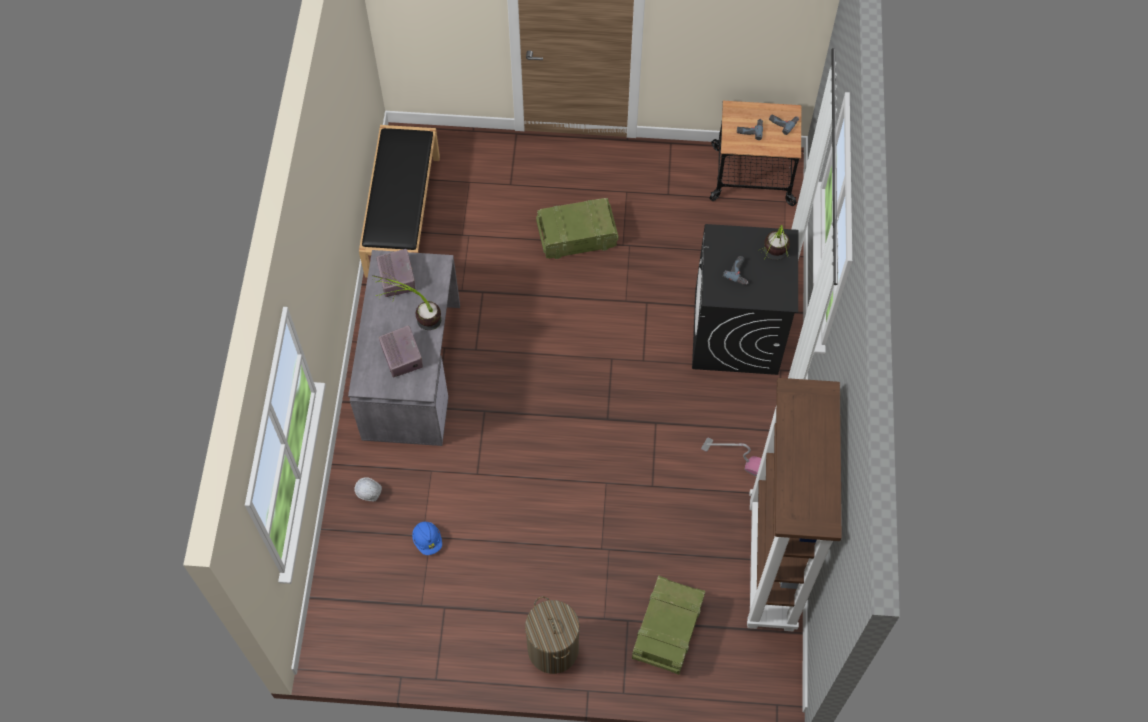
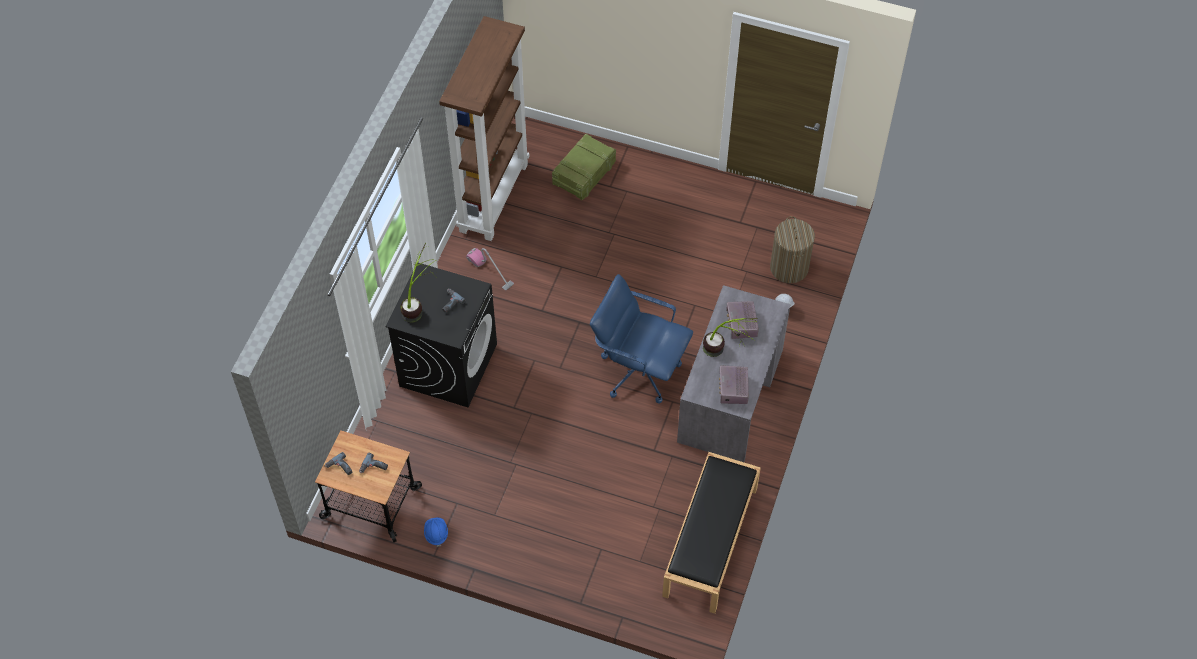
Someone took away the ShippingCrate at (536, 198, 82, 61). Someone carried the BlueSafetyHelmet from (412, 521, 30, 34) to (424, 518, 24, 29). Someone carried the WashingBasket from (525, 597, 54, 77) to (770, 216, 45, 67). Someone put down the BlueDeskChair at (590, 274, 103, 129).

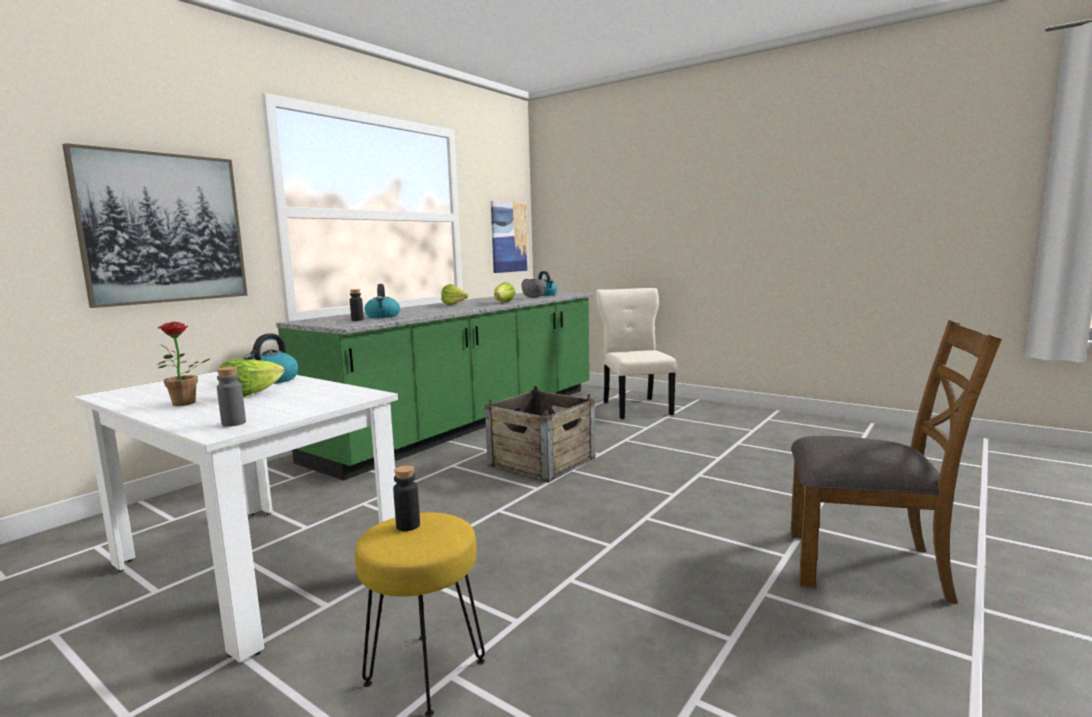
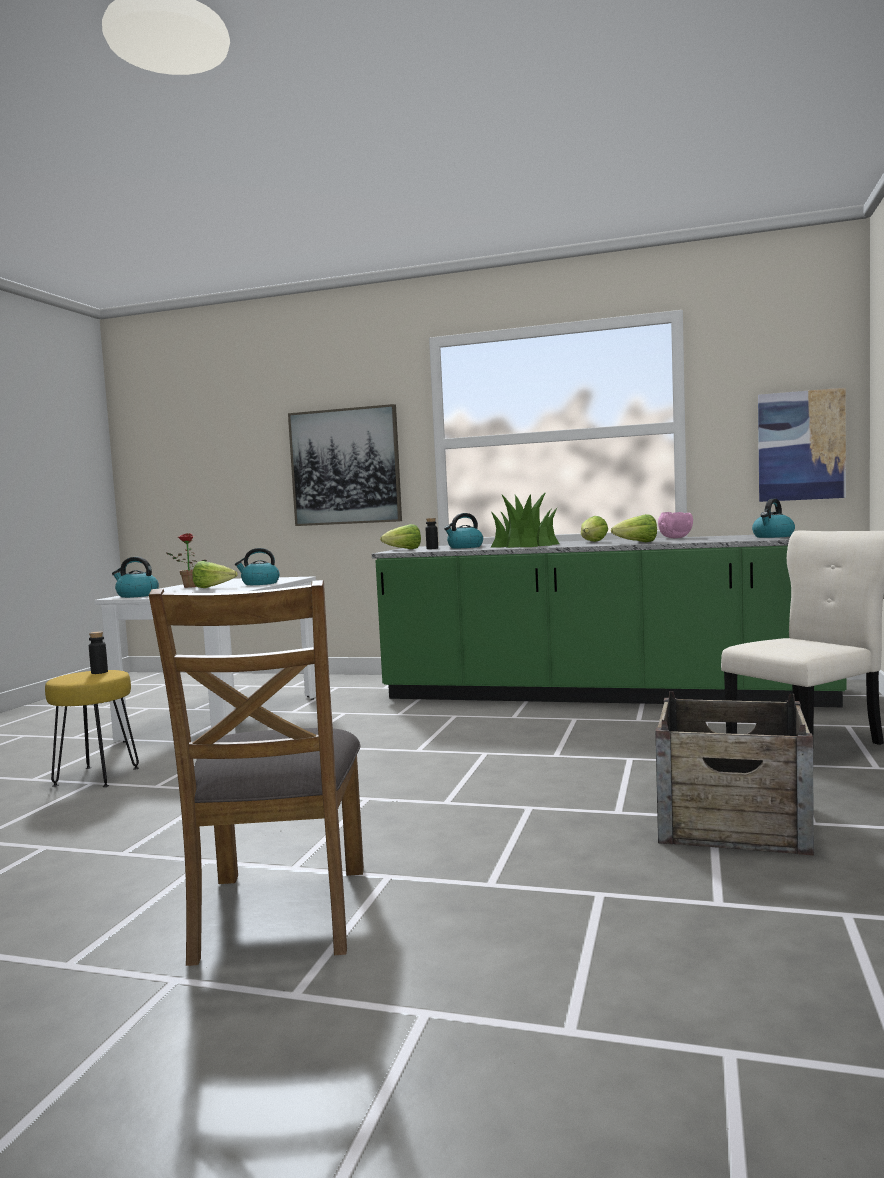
Someone took away the GrayDeepDish at (521, 279, 25, 19). Someone swapped the GrayBeverageBottle at (217, 367, 29, 60) for the TeaKettle at (112, 557, 47, 41). Someone carried the ShippingCrate from (485, 386, 110, 97) to (655, 691, 159, 164). Someone put down the PlantInAPot at (491, 492, 68, 56). Someone put down the PinkishDeepDish at (658, 512, 35, 26). Someone put down the HeadOfLettuce at (380, 524, 41, 25).

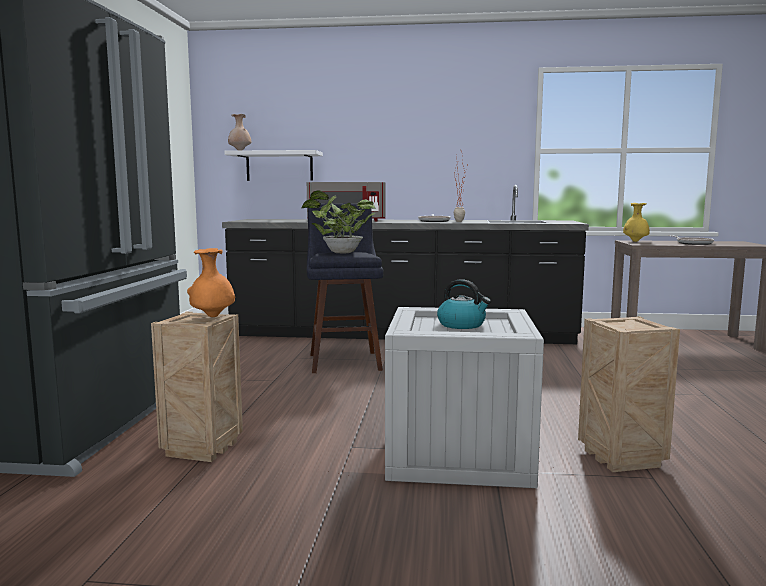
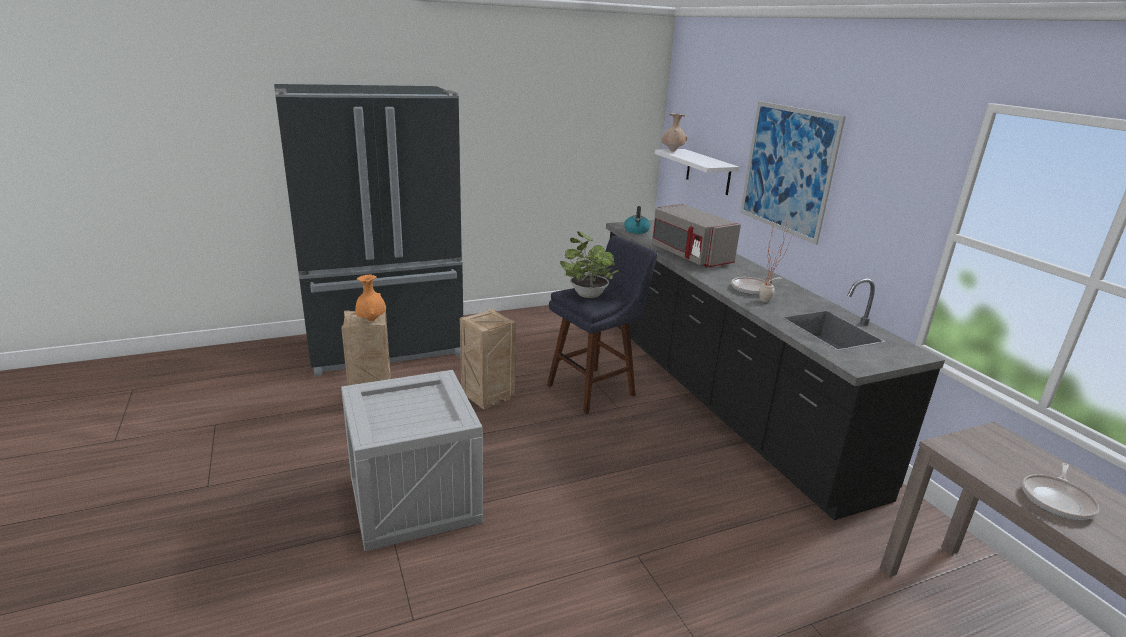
Someone took away the YellowVase at (623, 203, 27, 39). Someone carried the TeaKettle from (437, 279, 54, 50) to (624, 206, 27, 28). Someone carried the ShippingCrate from (578, 316, 102, 156) to (460, 309, 56, 101). Someone put up the Picture at (740, 101, 106, 144).

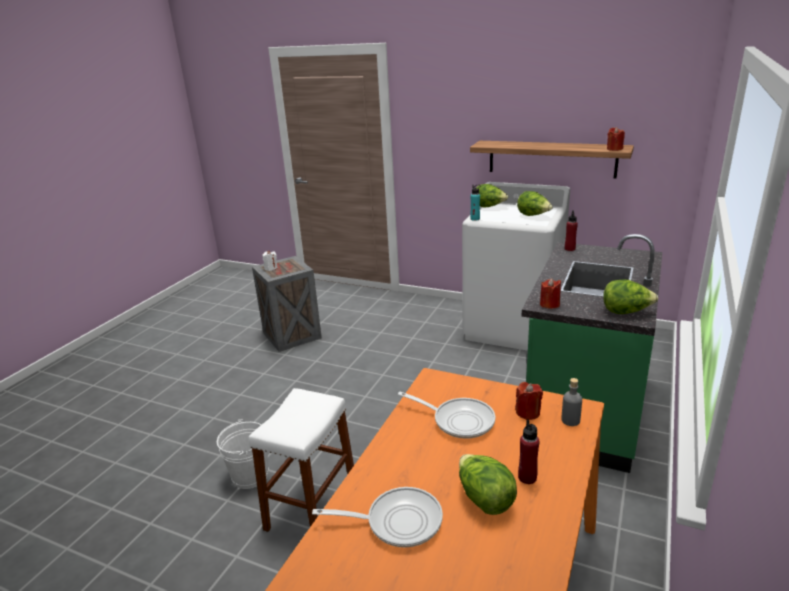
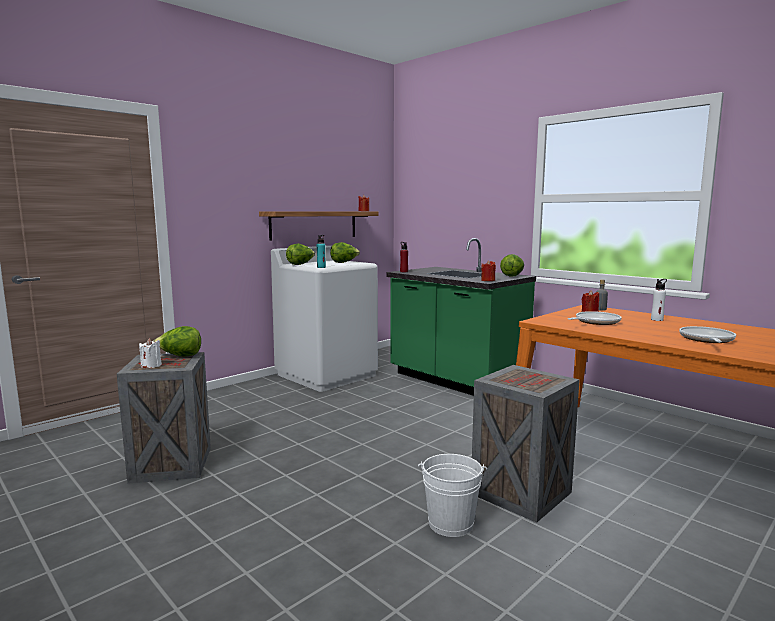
Someone swapped the WhiteStool at (249, 388, 105, 144) for the ShippingCrate at (472, 365, 108, 158). Someone repainted the ReddishBeverageBottle at (518, 420, 21, 64), which became the WhiteBeverageBottle at (651, 279, 16, 42). Someone carried the HeadOfLettuce from (459, 454, 58, 61) to (153, 326, 48, 31).

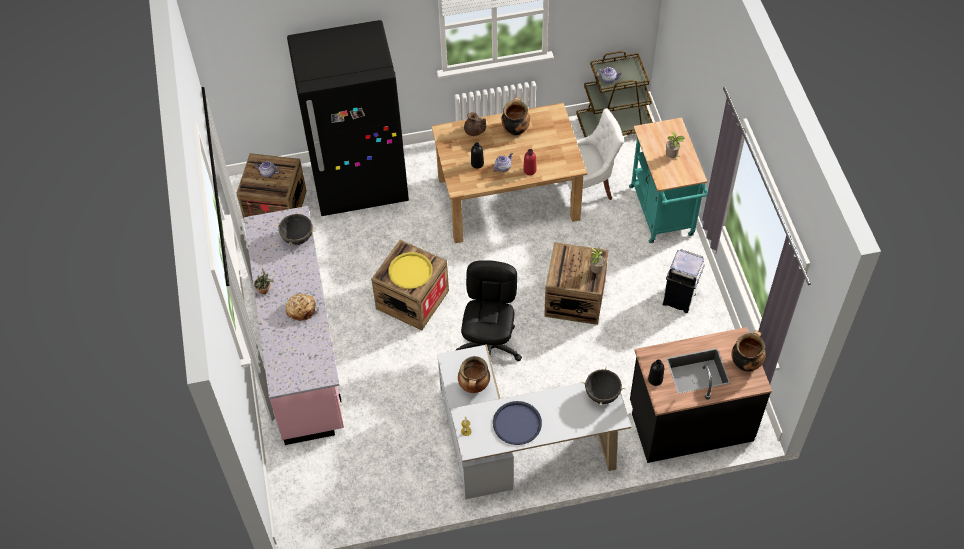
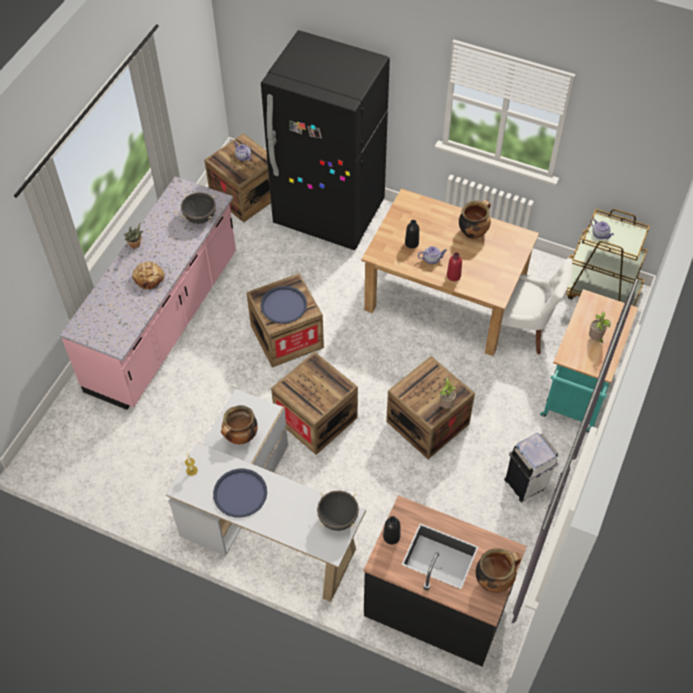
Someone took away the BrownishPotForTea at (464, 112, 22, 24). Someone repainted the YellowTray at (388, 252, 45, 37), which became the BlueTray at (261, 286, 46, 38). Someone swapped the BlackDeskChair at (456, 260, 66, 101) for the ShippingCrate at (271, 351, 87, 104).

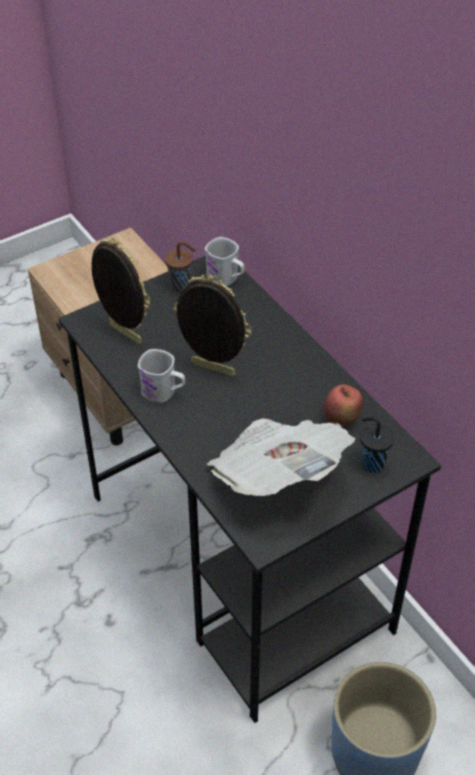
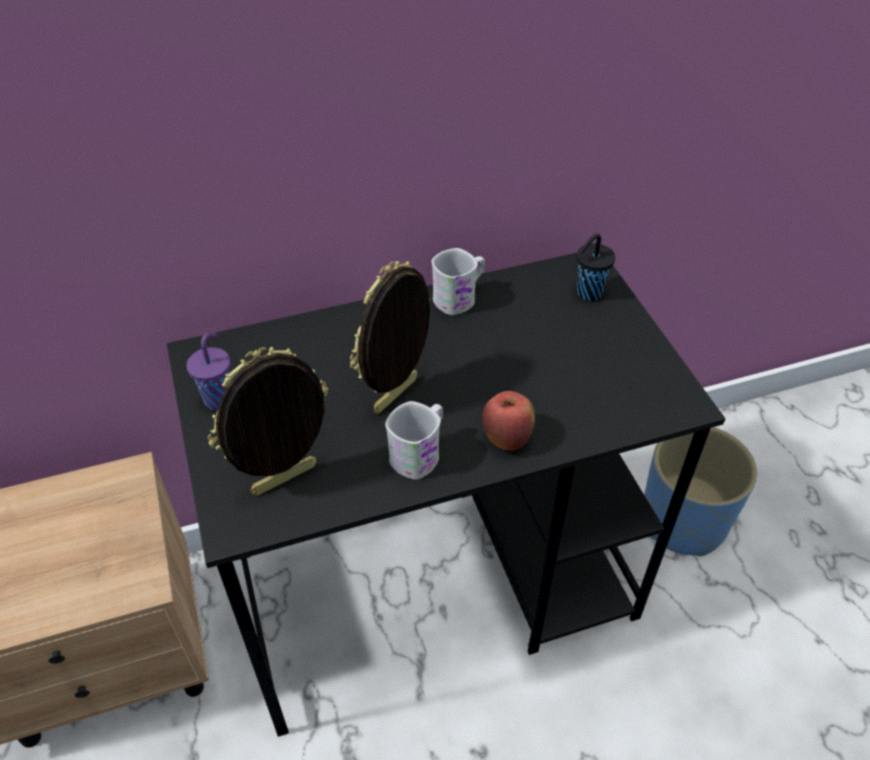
Someone carried the WhiteMug from (205, 237, 39, 49) to (431, 248, 54, 67). Someone repainted the BrownishDrinkingCup at (165, 241, 31, 51), which became the PurplishDrinkingCup at (186, 333, 45, 77). Someone carried the AppleFruit from (324, 384, 40, 42) to (482, 391, 53, 60). Someone took away the Newspaper at (207, 418, 148, 78).

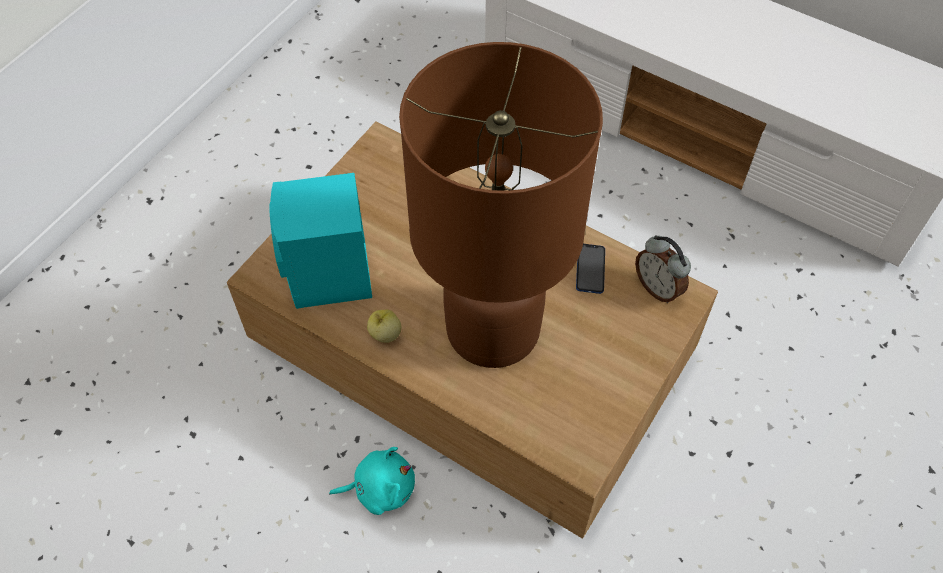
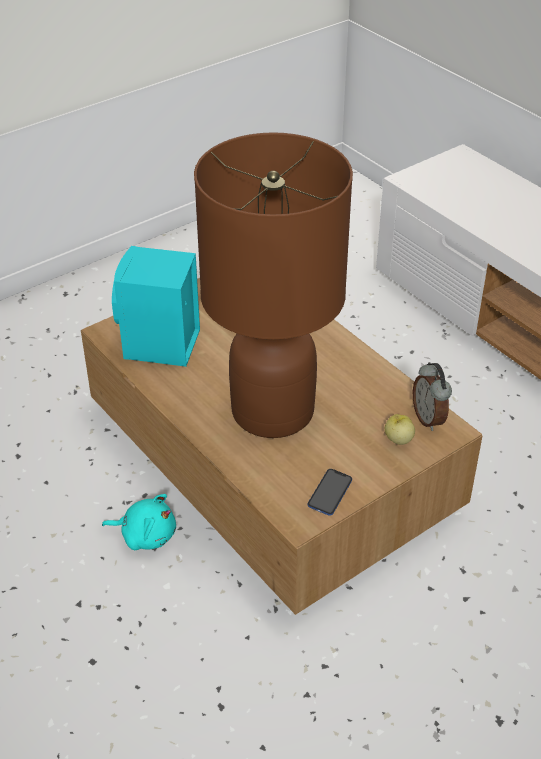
Someone carried the Phone from (576, 244, 29, 50) to (308, 469, 44, 47). Someone carried the AppleFruit from (367, 309, 34, 34) to (385, 414, 30, 31).

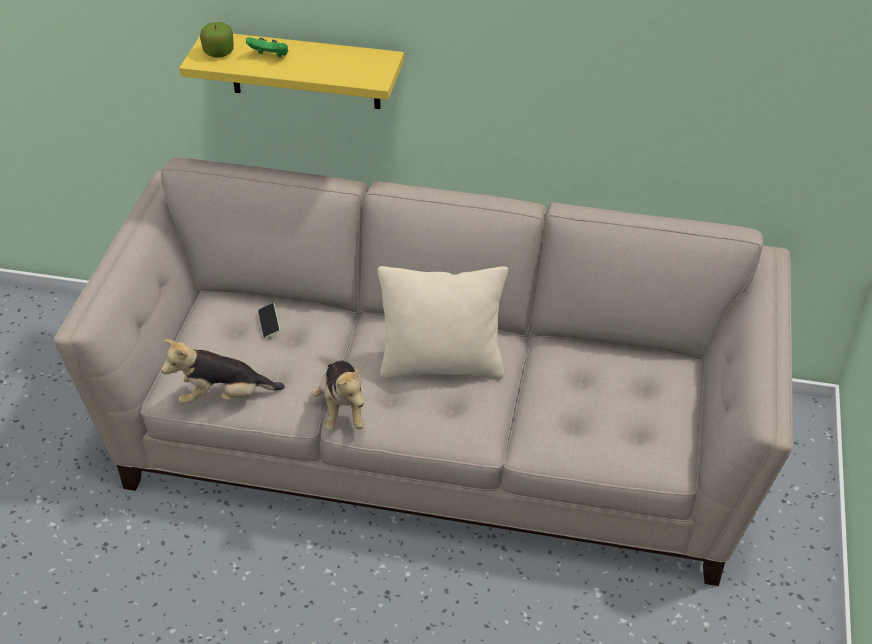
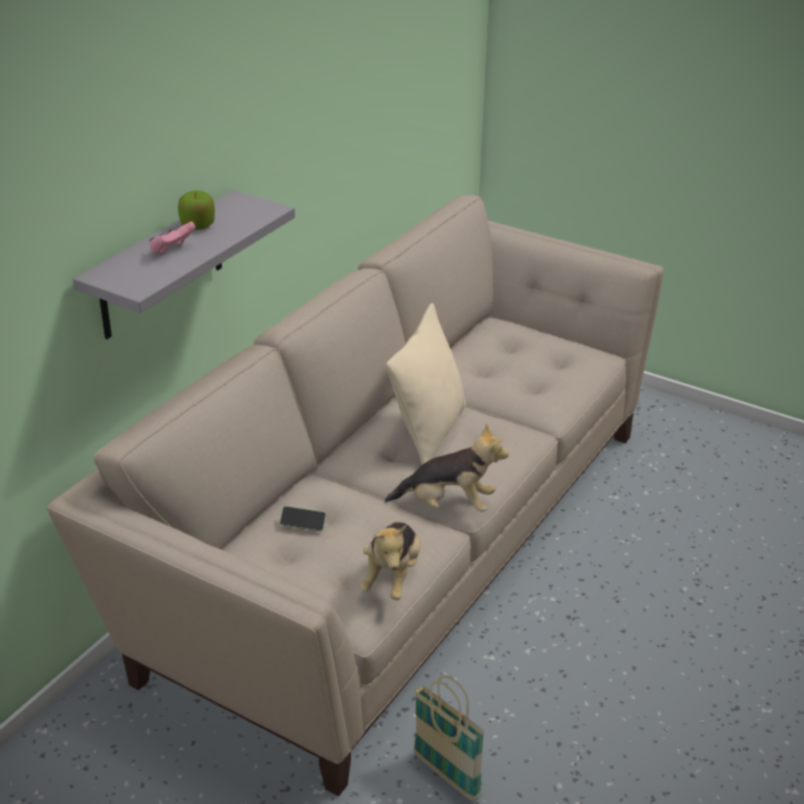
Someone carried the AppleFruit from (200, 22, 34, 36) to (178, 190, 37, 40). Someone repainted the YellowBracketShelf at (179, 34, 225, 75), which became the GrayBracketShelf at (73, 190, 222, 149). Someone repainted the GreenColouredGameController at (246, 37, 42, 20), which became the PinkishGameController at (149, 222, 47, 32). Someone put down the HouseholdBasket at (413, 675, 72, 126).

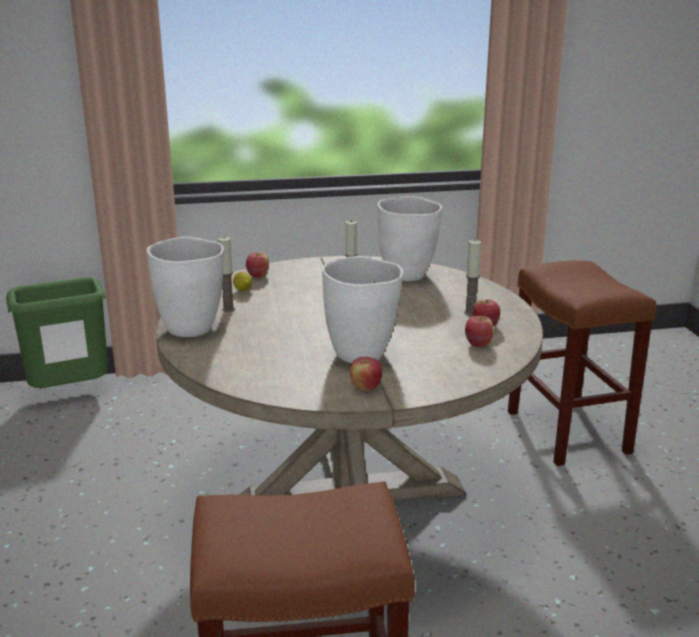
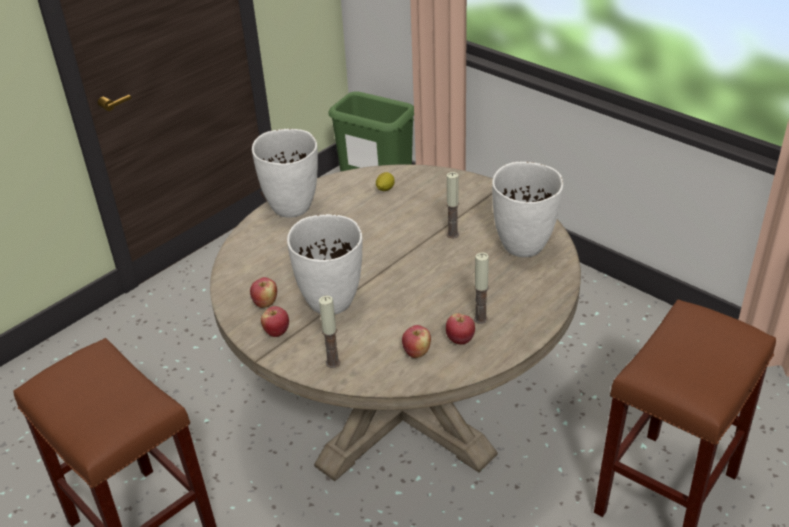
Someone carried the WaxLight from (218, 236, 17, 76) to (319, 296, 21, 72). Someone carried the AppleFruit from (246, 252, 23, 26) to (250, 277, 27, 31).

